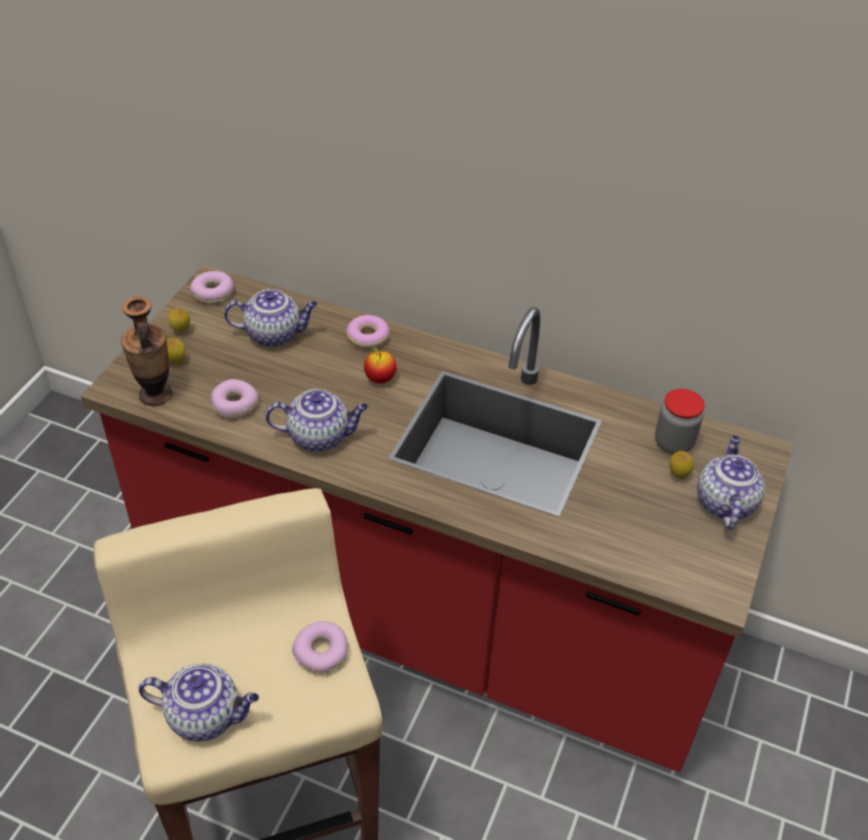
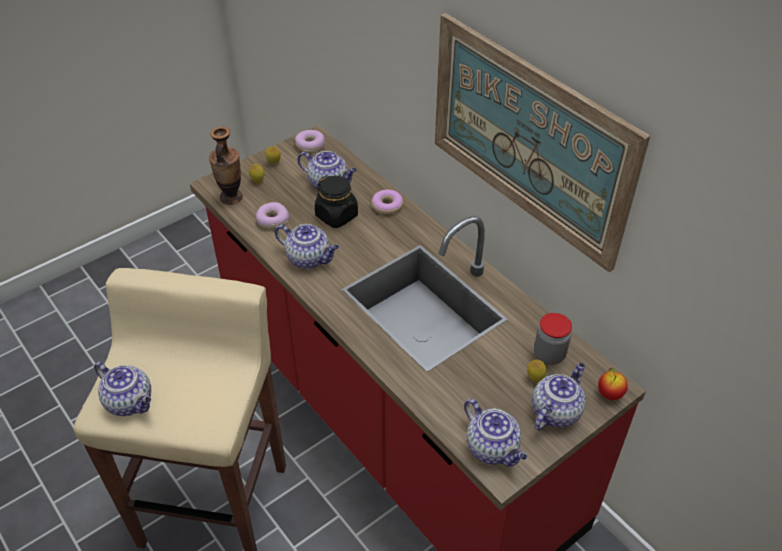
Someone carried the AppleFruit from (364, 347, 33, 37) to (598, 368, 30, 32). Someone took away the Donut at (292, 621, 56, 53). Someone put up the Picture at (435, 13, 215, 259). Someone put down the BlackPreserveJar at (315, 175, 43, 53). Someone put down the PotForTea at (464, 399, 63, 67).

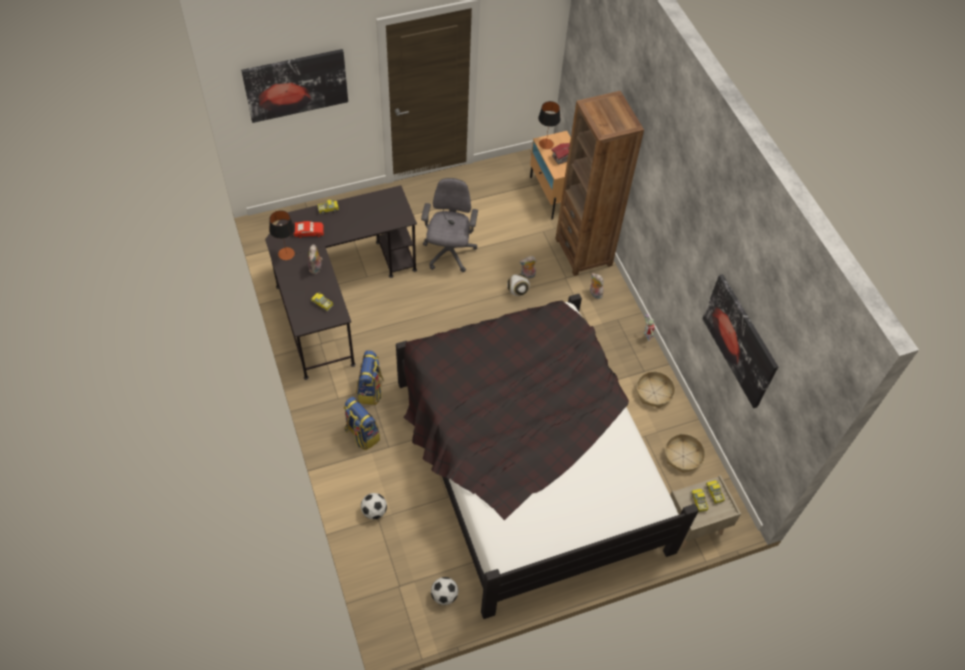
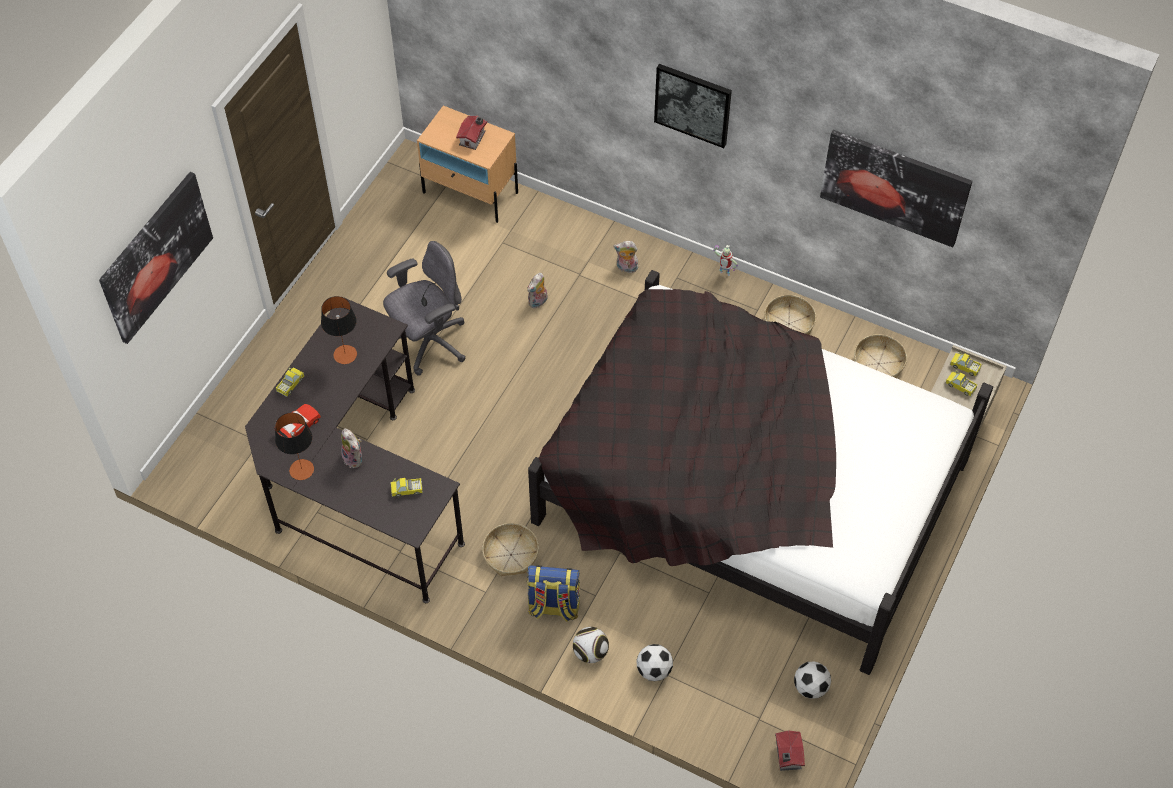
Someone took away the BrownishBookshelf at (555, 91, 89, 185). Someone carried the TabletopLamp from (538, 101, 23, 48) to (321, 296, 36, 68). Someone rotated the GrayDeskChair at (421, 178, 57, 94) by 90 degrees clockwise. Someone carried the BallForFootball from (507, 274, 23, 22) to (573, 627, 36, 36). Someone swapped the Knapsack at (356, 350, 28, 55) for the HouseholdBasket at (482, 523, 57, 53). Someone put up the Picture at (654, 64, 78, 84). Someone put down the ToyHouse at (775, 730, 30, 41).

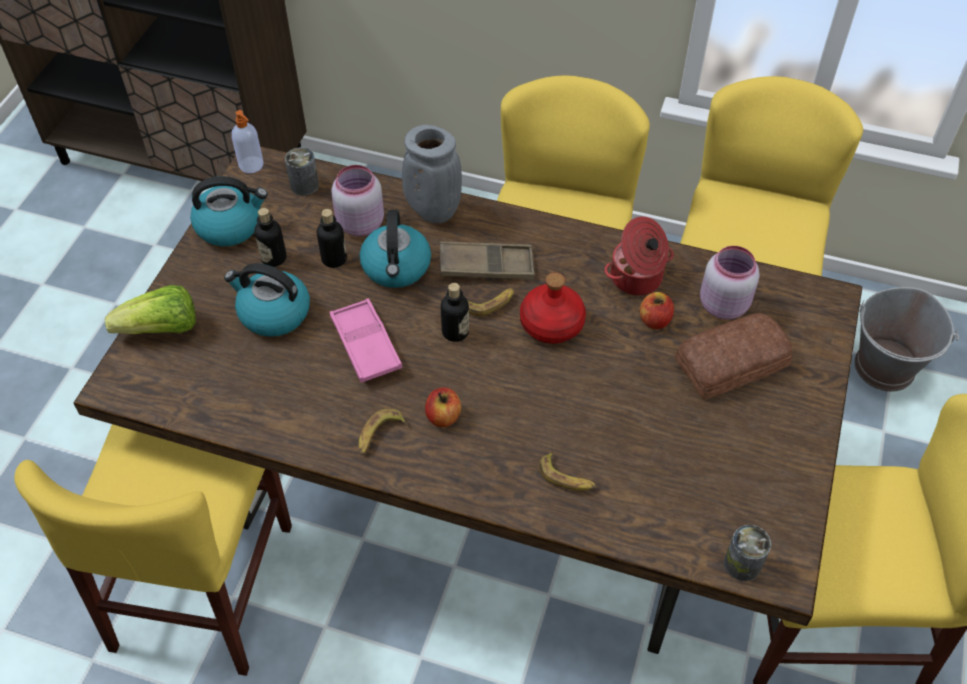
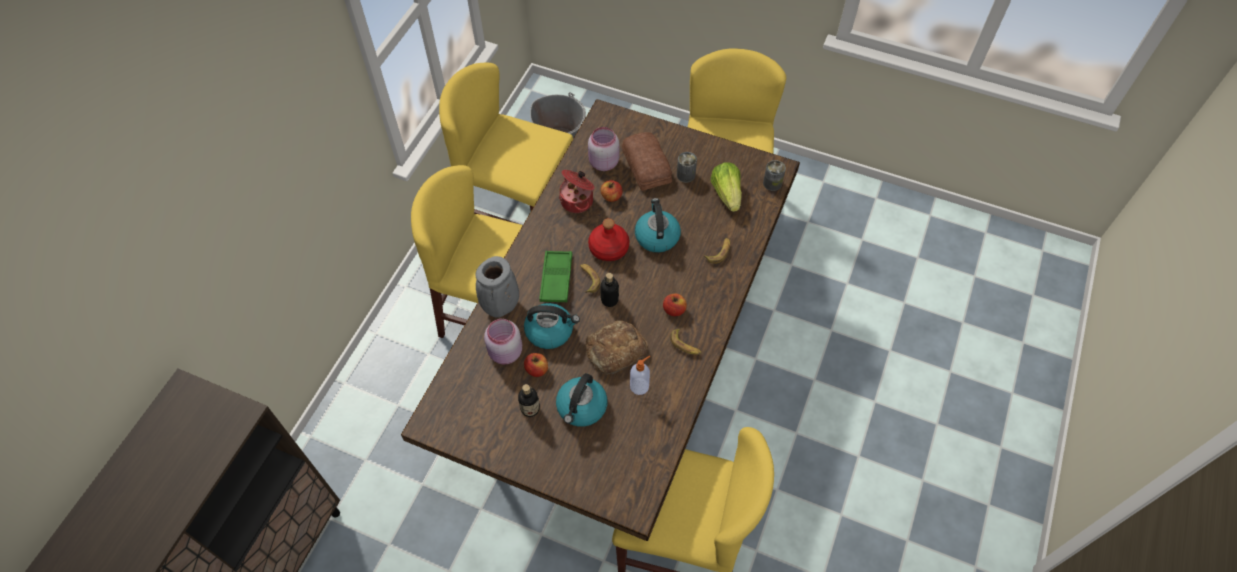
Someone carried the SoapDispenser from (232, 110, 32, 63) to (630, 356, 20, 39). Someone carried the SealedCan from (285, 147, 34, 49) to (677, 152, 20, 31). Someone carried the TeaKettle from (190, 176, 78, 70) to (635, 198, 46, 55). Someone swapped the BeverageBottle at (317, 209, 30, 59) for the AppleFruit at (524, 353, 24, 24). Someone repainted the BrownishTray at (440, 241, 95, 39), which became the GreenColouredTray at (539, 251, 33, 51). Someone carried the HeadOfLettuce from (105, 285, 91, 49) to (711, 162, 31, 50). Someone swapped the PinkishTray at (330, 298, 72, 85) for the Bread at (586, 320, 62, 54).

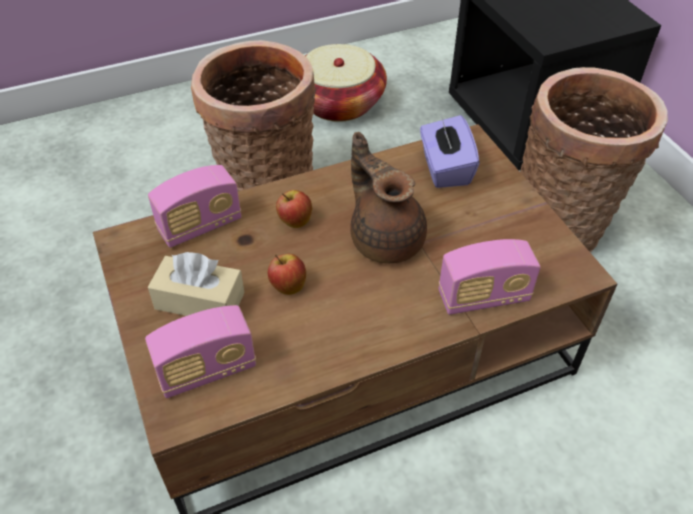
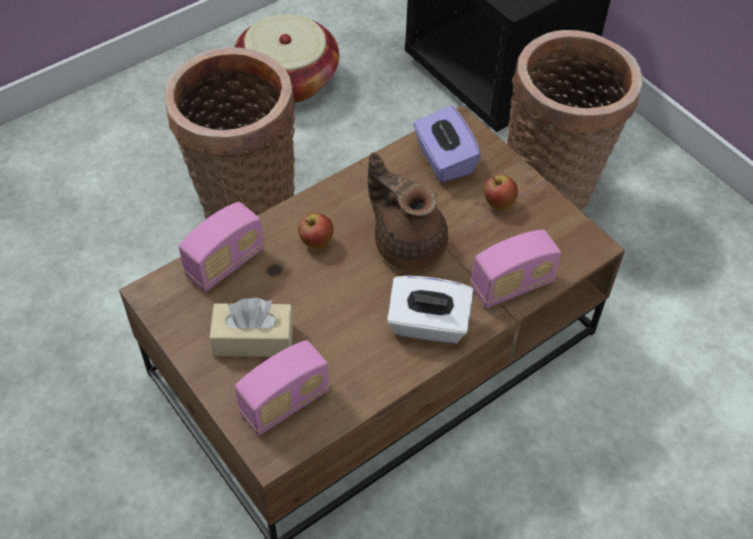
Someone carried the AppleFruit from (268, 254, 38, 41) to (484, 175, 34, 36). Someone put down the WhiteTissueBox at (387, 276, 87, 68).

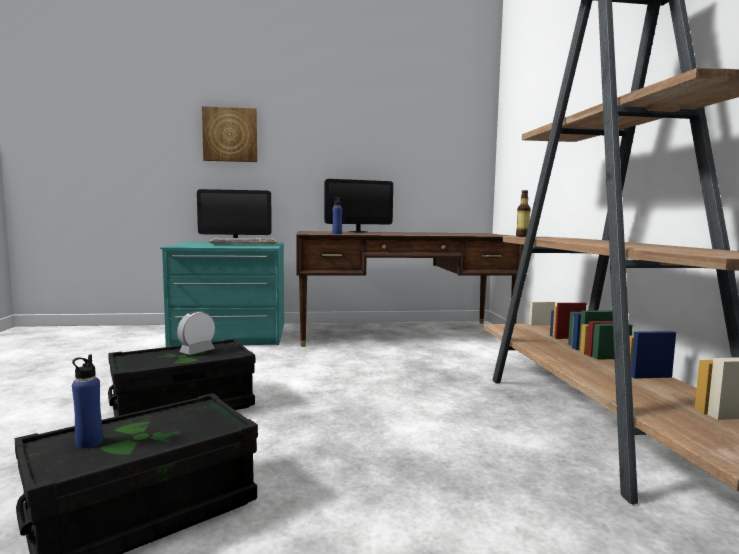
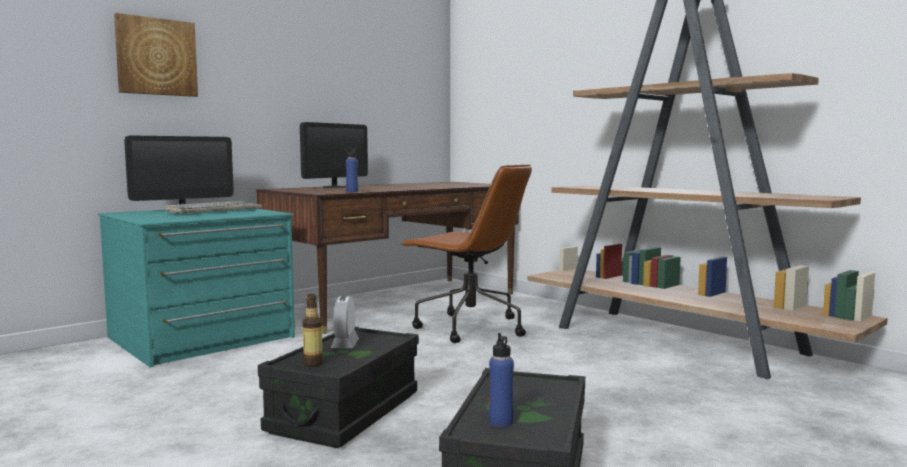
Someone carried the BeverageBottle from (516, 190, 15, 47) to (302, 294, 21, 73). Someone put down the BrownishDeskChair at (401, 164, 131, 179).

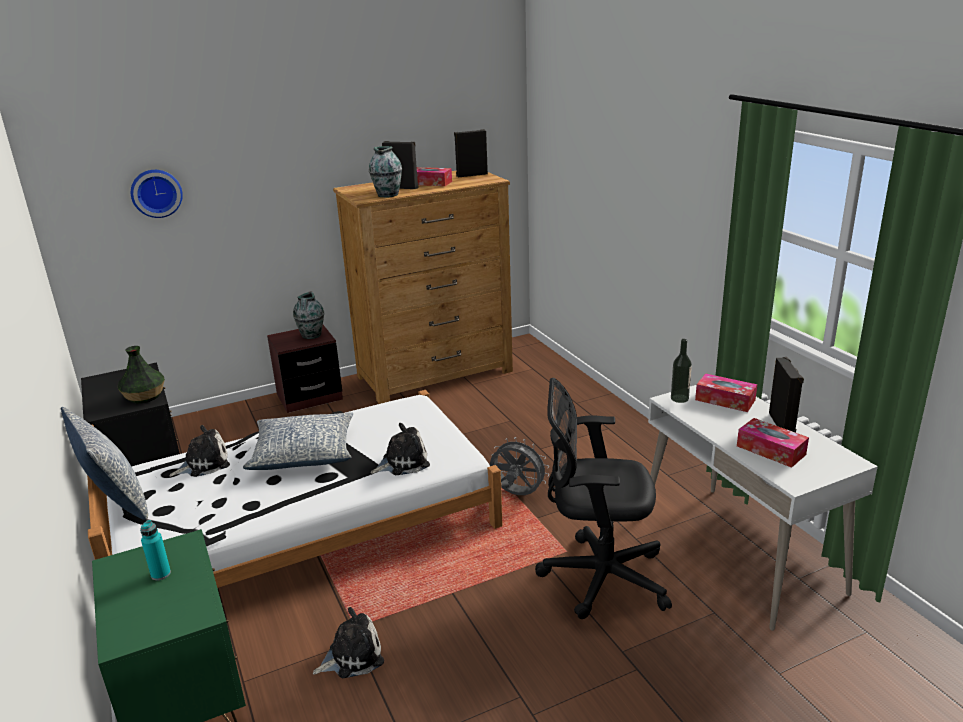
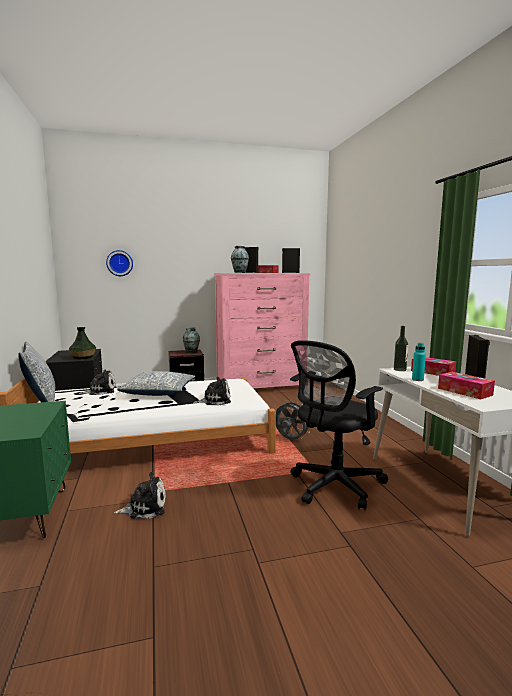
Someone repainted the BrownishDresser at (333, 171, 180, 233), which became the PinkishDresser at (214, 273, 97, 115). Someone rotated the BlackDeskChair at (535, 378, 137, 241) by 60 degrees counterclockwise. Someone carried the TurquoiseColouredBeverageBottle from (140, 520, 31, 60) to (412, 343, 14, 38).

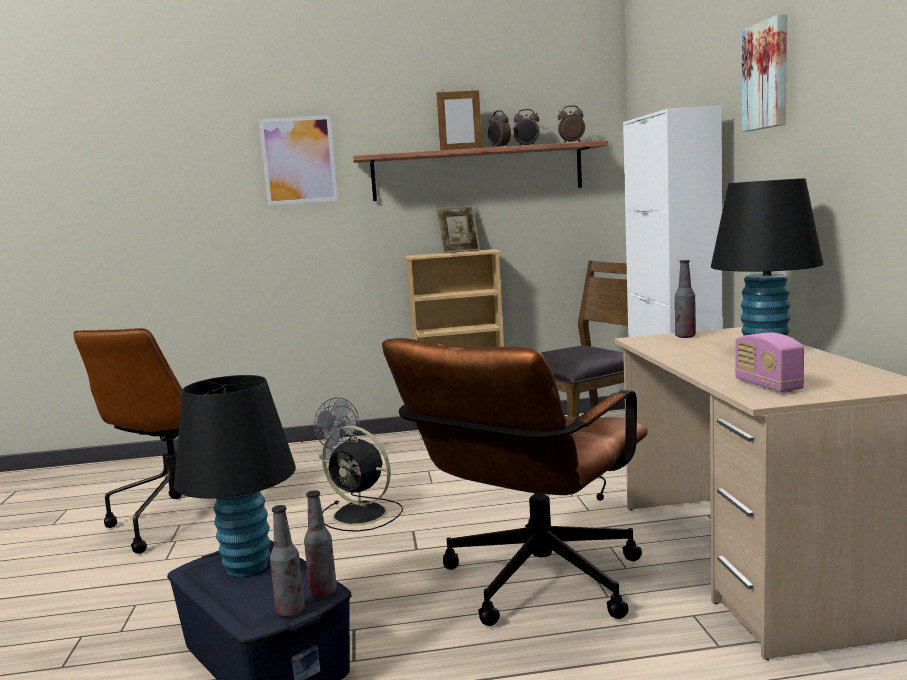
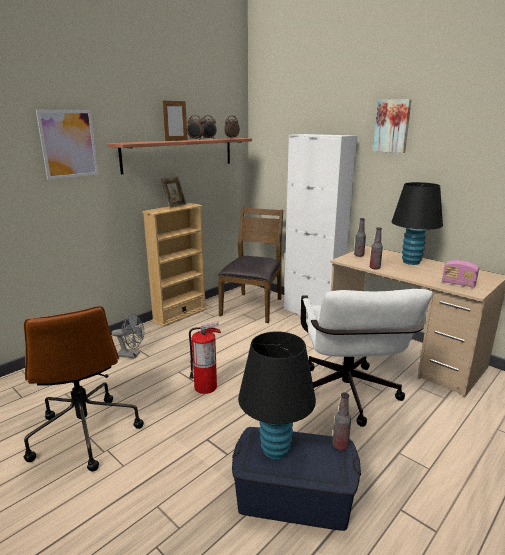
Someone repainted the BrownishDeskChair at (382, 338, 266, 288), which became the WhiteDeskChair at (301, 289, 132, 138). Someone swapped the BlackCoolingFan at (322, 426, 81, 106) for the FireExtinguisher at (189, 321, 32, 73). Someone carried the BeverageBottle from (270, 505, 35, 112) to (370, 227, 13, 42).

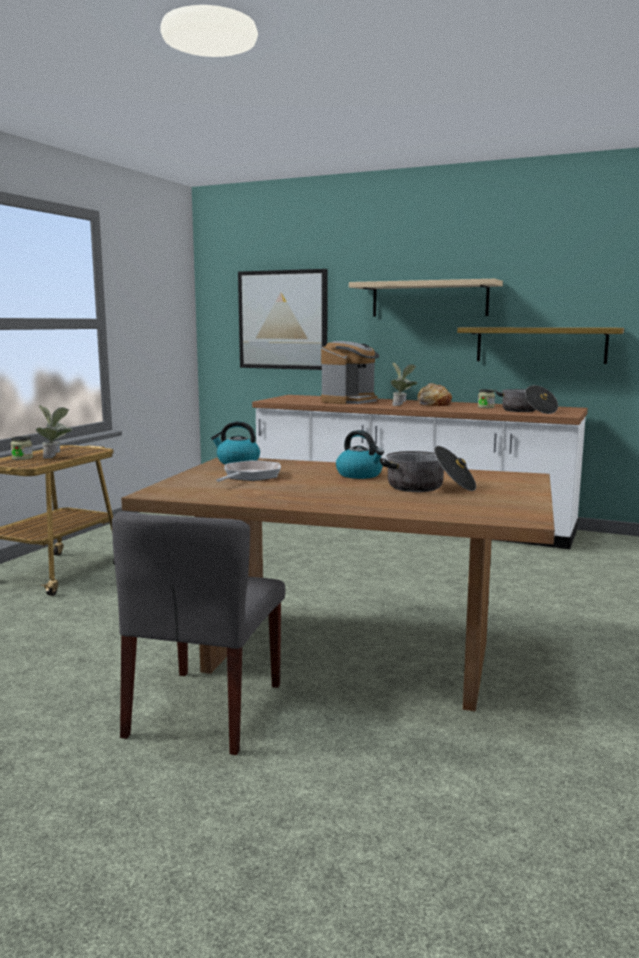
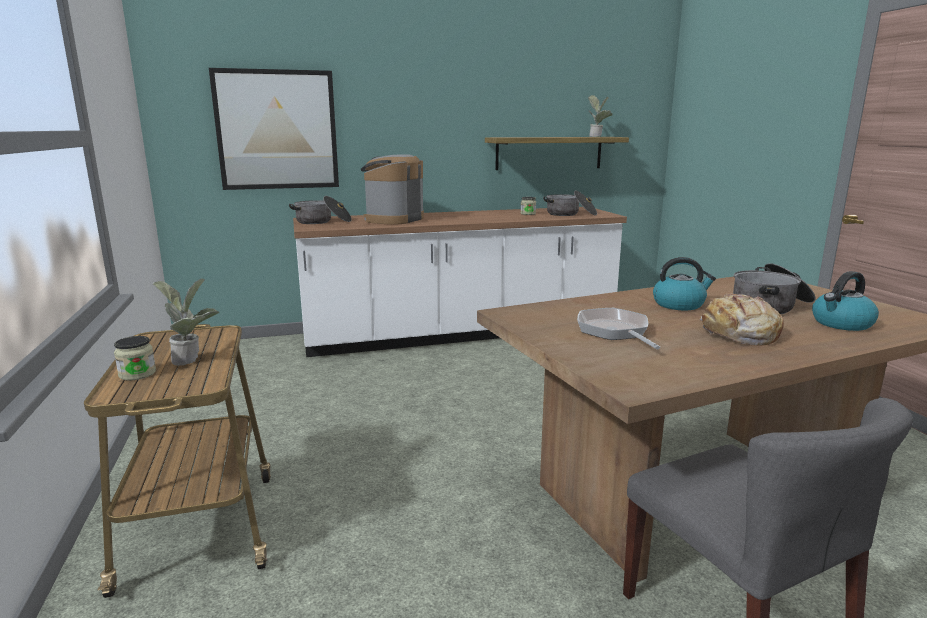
Someone took away the BeigeColouredBracketShelf at (349, 279, 154, 37). Someone rotated the CoffeeMachine at (321, 341, 58, 63) by 150 degrees counterclockwise. Someone carried the PlantInAPot from (390, 363, 28, 43) to (588, 95, 25, 42). Someone carried the Bread from (417, 383, 35, 23) to (699, 294, 85, 52). Someone carried the TeaKettle from (211, 421, 49, 43) to (812, 271, 67, 60). Someone put down the Saucepot at (289, 196, 63, 28).

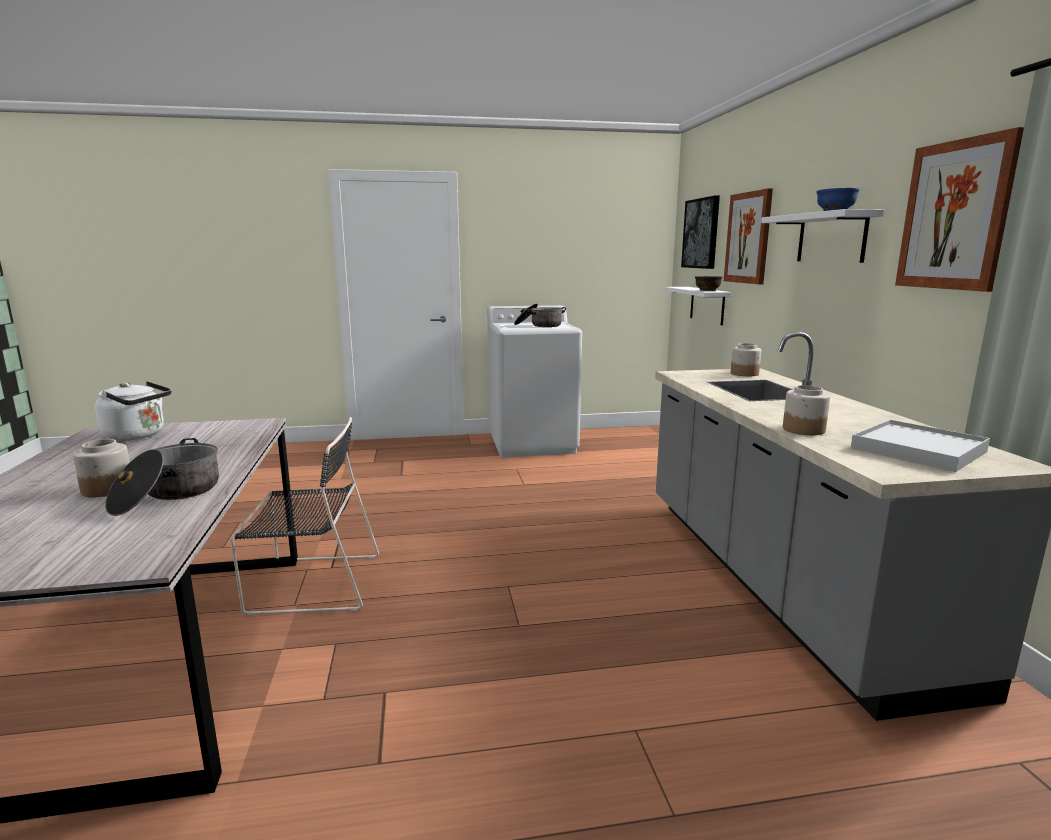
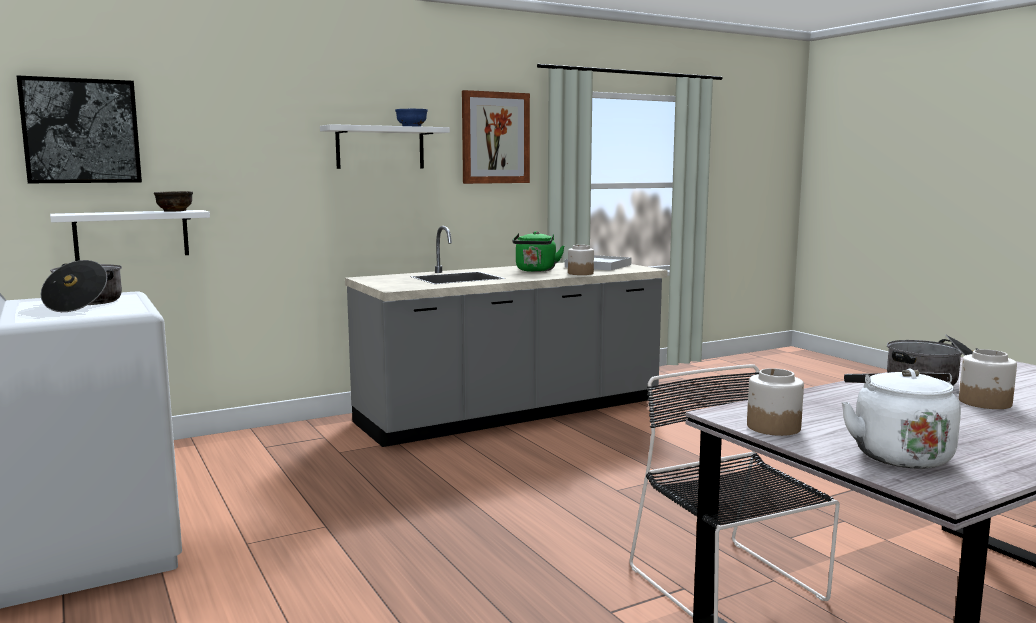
Someone took away the Picture at (724, 188, 49, 96). Someone carried the PreserveJar from (731, 343, 30, 33) to (747, 368, 57, 68). Someone put down the GreenColouredTeaKettle at (512, 231, 53, 41).

